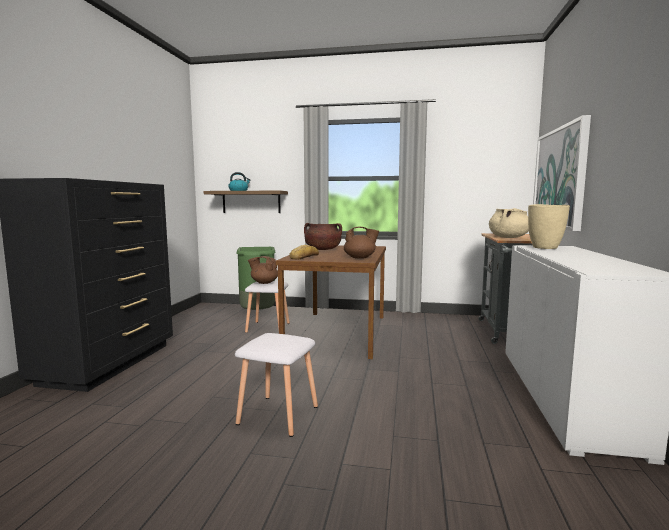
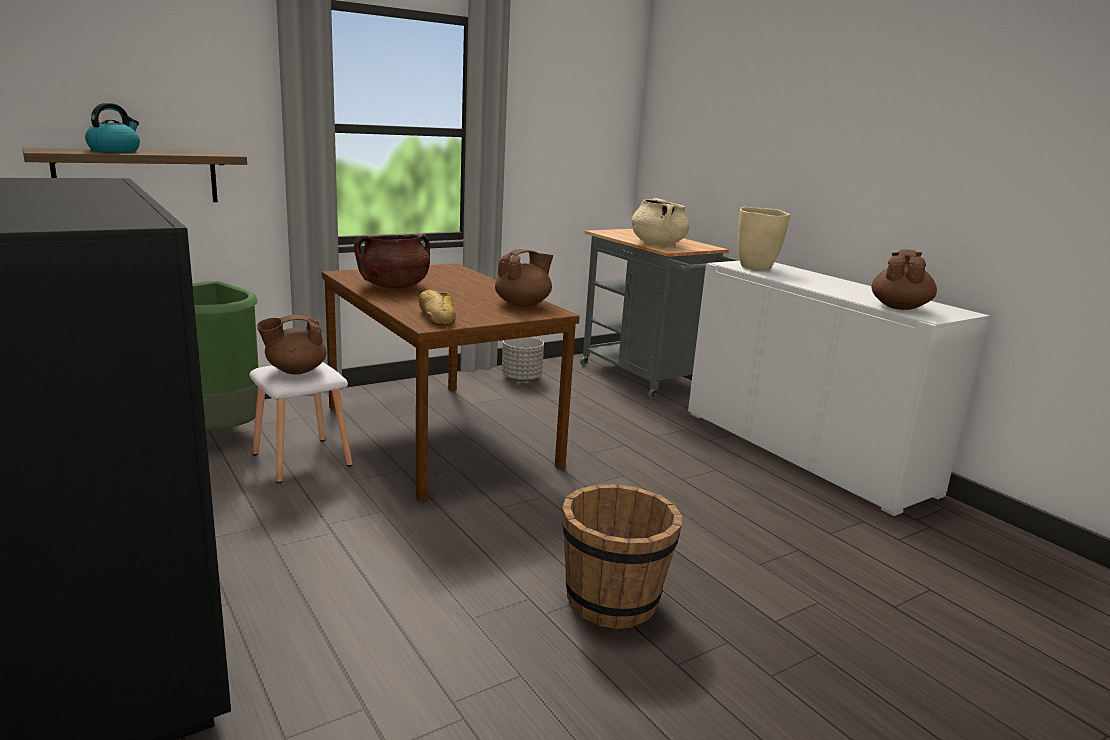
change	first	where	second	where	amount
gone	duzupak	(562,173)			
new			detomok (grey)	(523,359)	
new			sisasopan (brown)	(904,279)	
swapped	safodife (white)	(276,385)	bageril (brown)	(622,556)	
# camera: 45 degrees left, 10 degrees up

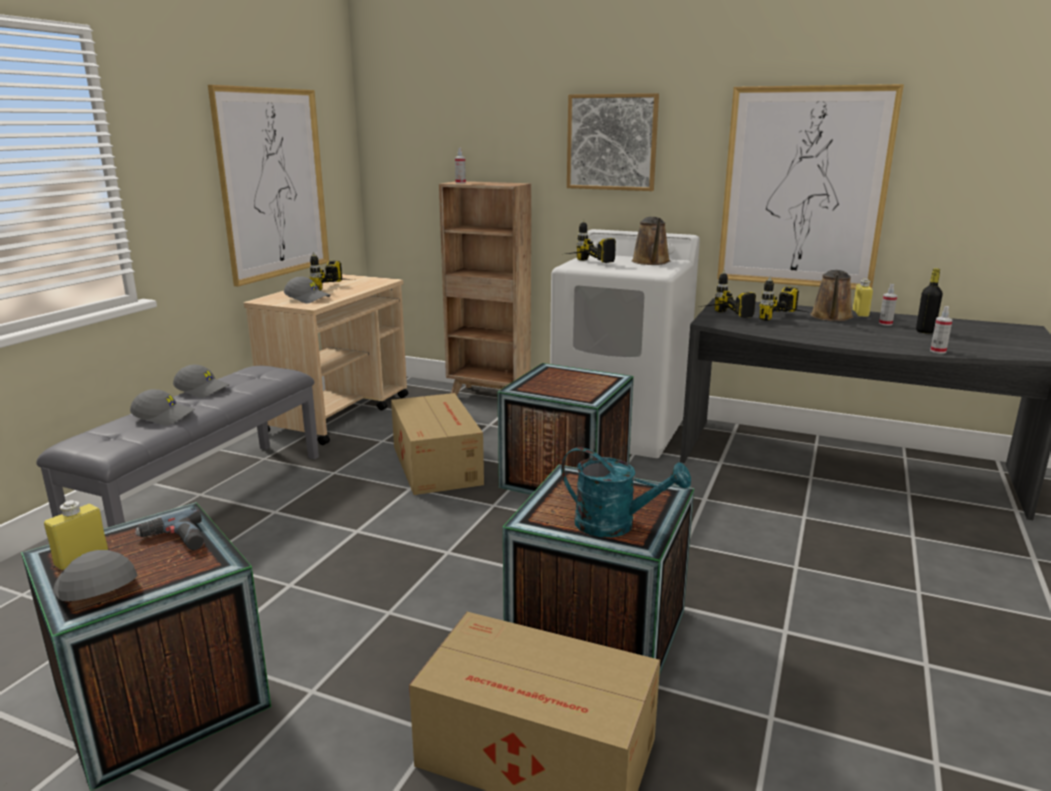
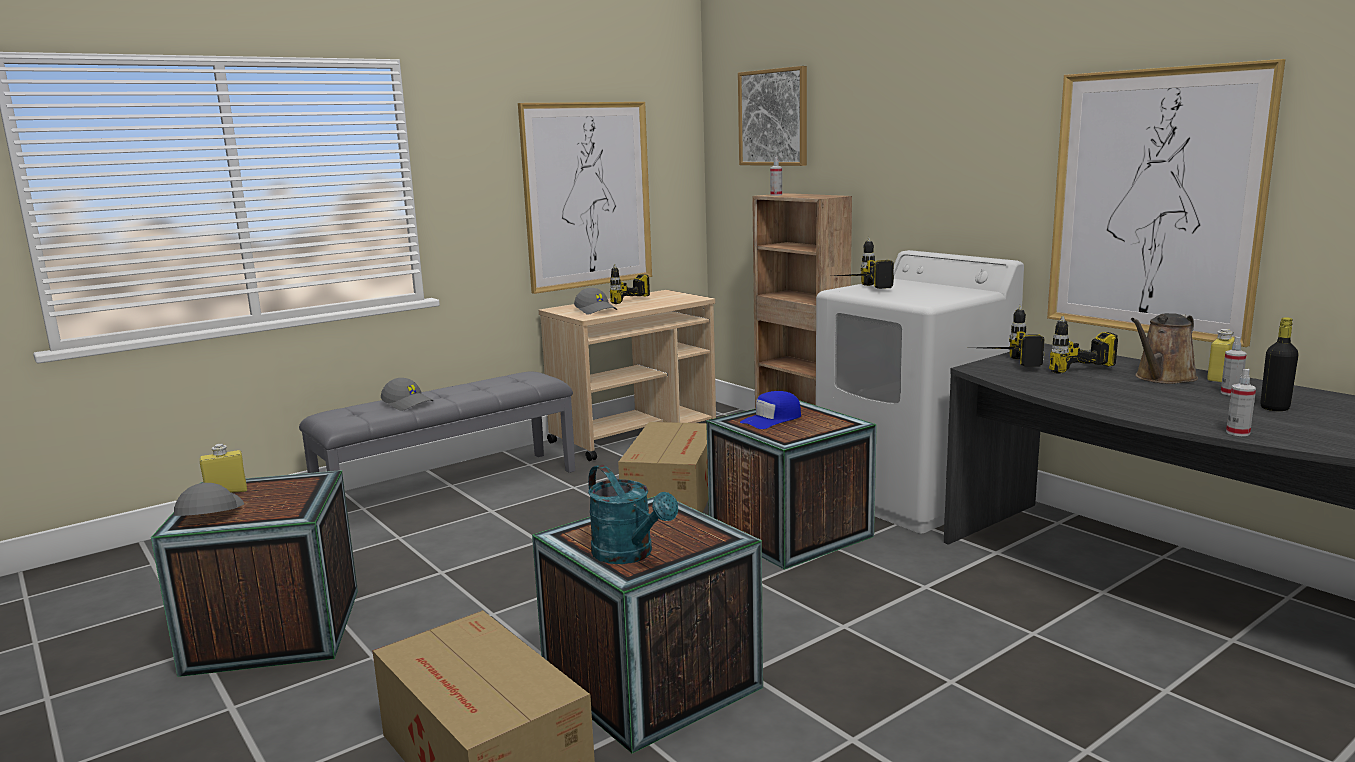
change	first	where	second	where	amount
gone	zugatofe	(169,528)			
gone	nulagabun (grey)	(201,381)			
gone	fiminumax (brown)	(651,241)			
new			nulagabun (blue)	(770,410)	
shifted	duzupak	(613,142)		(772,116)	
# camera: 30 degrees right, 5 degrees down

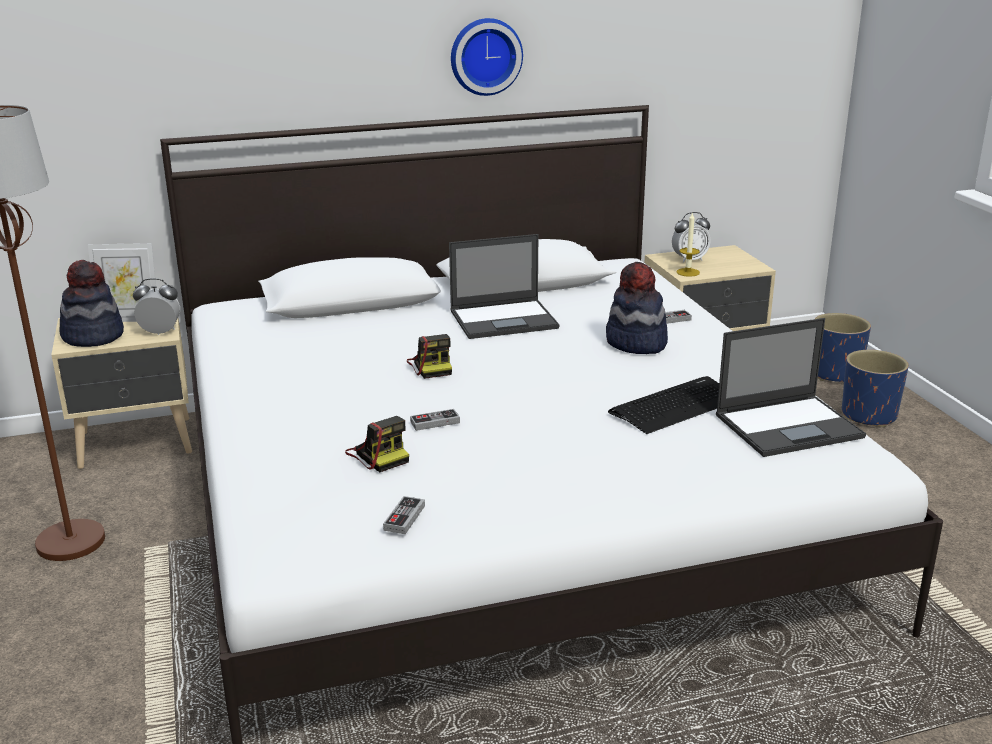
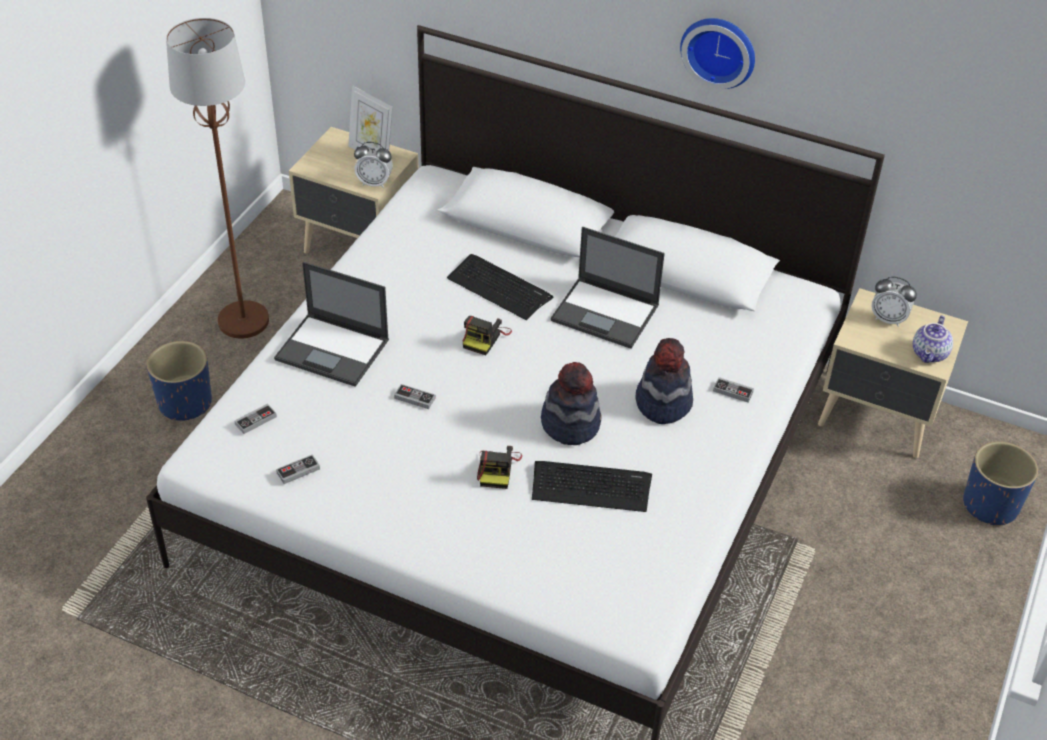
change	first	where	second	where	amount
gone	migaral	(688,244)			
new			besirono	(256,419)	
new			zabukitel	(500,287)	
new			sisasopan	(933,339)	
shifted	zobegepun	(91,303)		(571,403)	
shifted	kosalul	(377,444)		(499,467)	
shifted	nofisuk	(791,387)		(331,324)	
shifted	detomok (blue)	(875,388)		(179,381)	
rotated	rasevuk	(156,306)		(373,165)	150 degrees clockwise
# camera: 40 degrees right, 20 degrees up

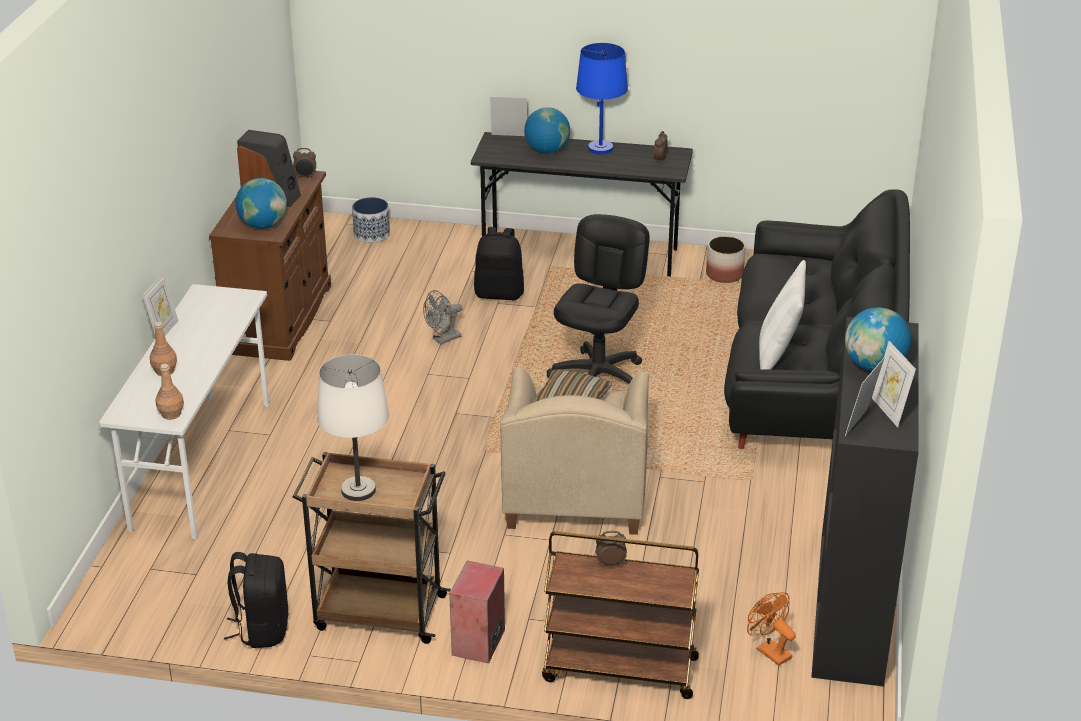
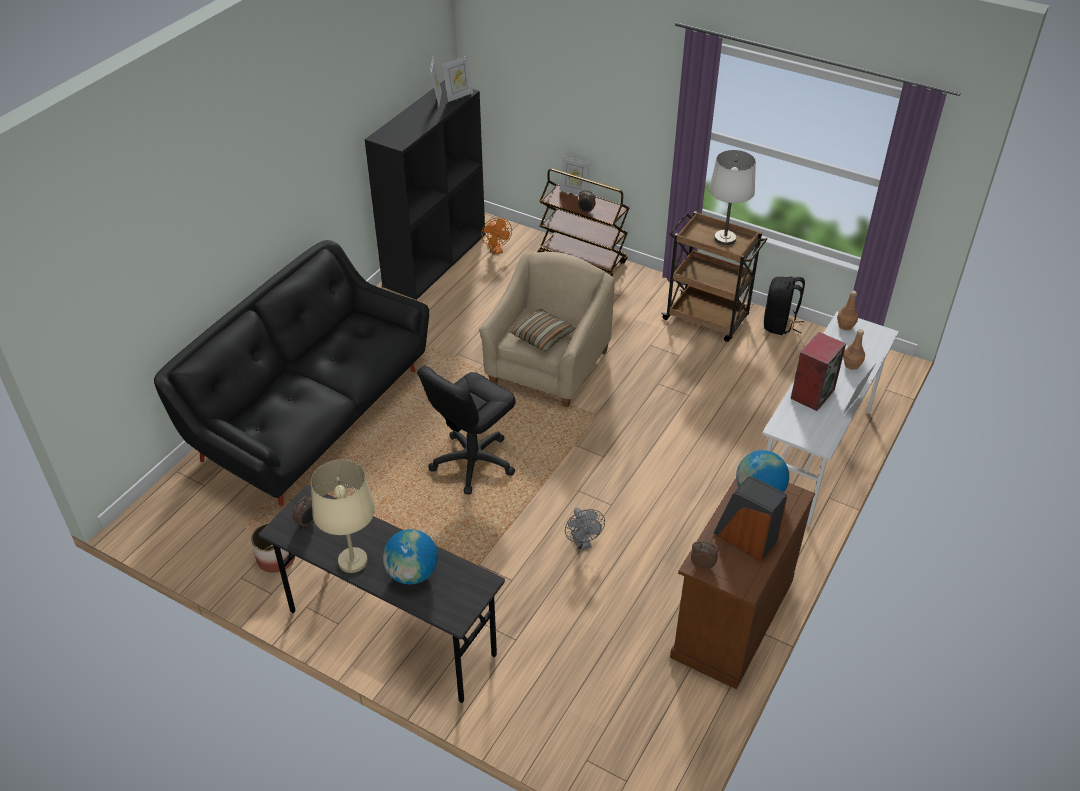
change	first	where	second	where	amount
gone	detomok	(371,220)			
gone	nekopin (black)	(499,263)			
gone	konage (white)	(782,315)			
gone	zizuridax	(878,339)			
shifted	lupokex	(477,612)		(818,371)	
shifted	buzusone	(508,116)		(574,175)	
repainted	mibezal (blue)	(602,98)	mibezal (beige)	(343,516)	
rotated	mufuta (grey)	(443,317)		(585,529)	90 degrees clockwise
# camera: 160 degrees left, 10 degrees up

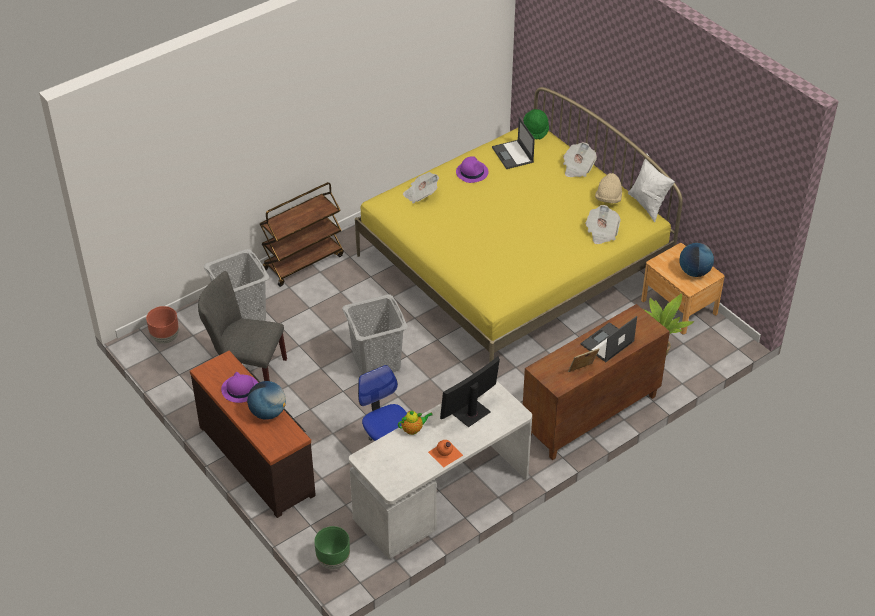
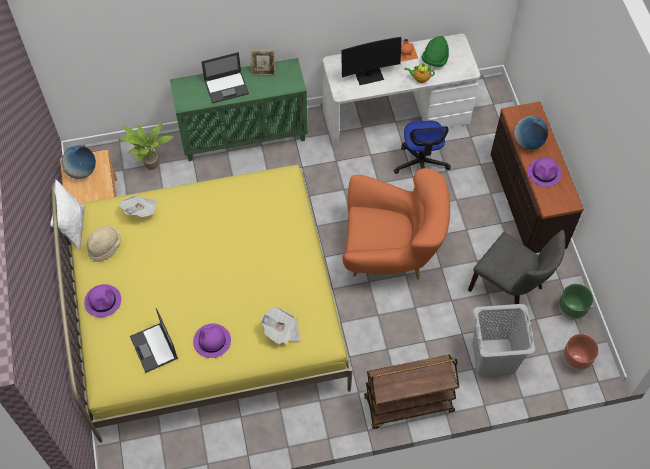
change	first	where	second	where	amount
shifted	detomok (green)	(332,548)		(576,302)	
shifted	zobegepun (green)	(536,124)		(435,51)	
swapped	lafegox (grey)	(375,334)	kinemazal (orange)	(396,223)	
swapped	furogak	(580,159)	zobegepun (purple)	(102,300)	
repainted	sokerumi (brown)	(596,382)	sokerumi (green)	(239,109)	
rotated	nofisuk	(513,143)		(154,340)	150 degrees clockwise
# camera: 155 degrees left, 15 degrees up

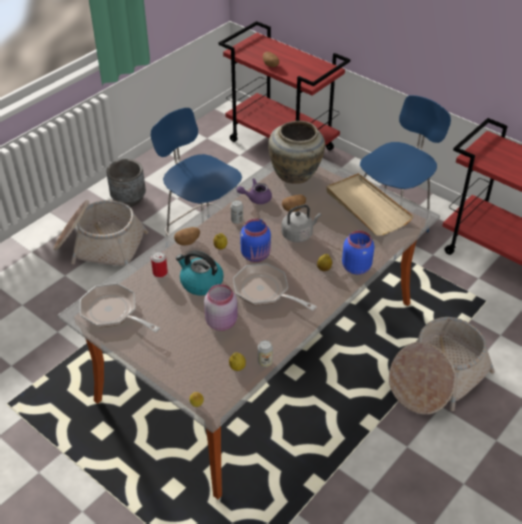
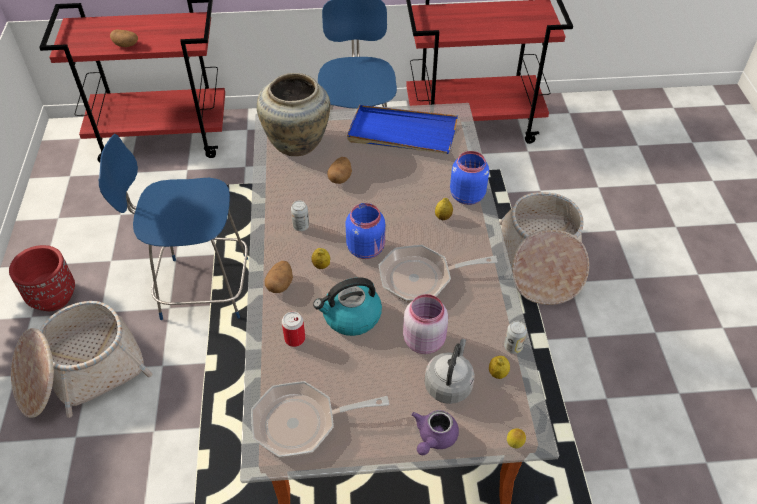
change	first	where	second	where	amount
shifted	sisasopan (purple)	(254,191)		(435,432)	
shifted	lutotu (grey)	(301,223)		(449,371)	
repainted	detomok (grey)	(126,183)	detomok (red)	(42,278)	
repainted	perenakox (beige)	(369,204)	perenakox (blue)	(402,129)	
# camera: 45 degrees left, 5 degrees up

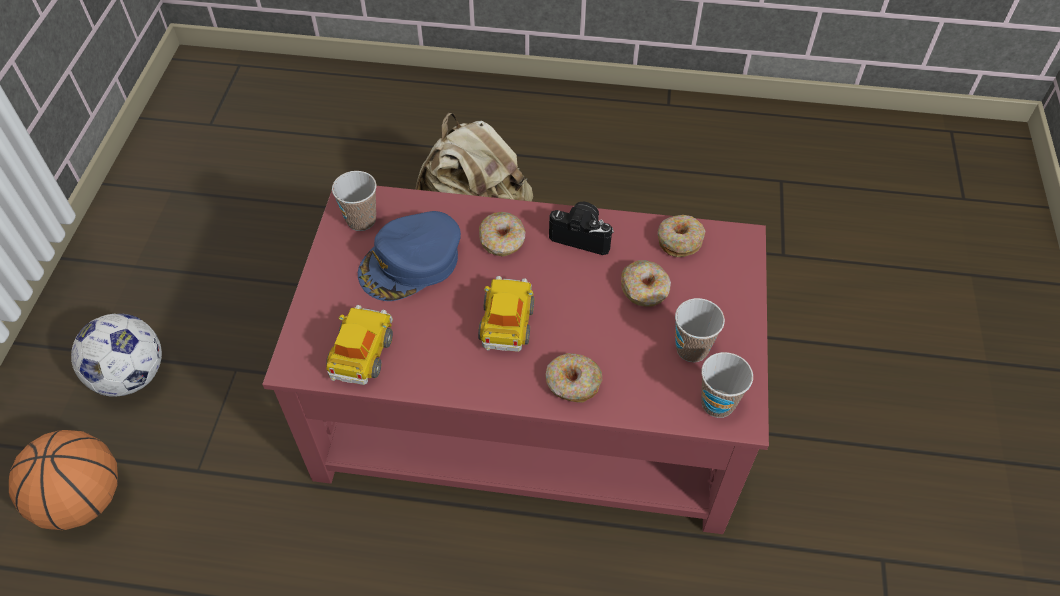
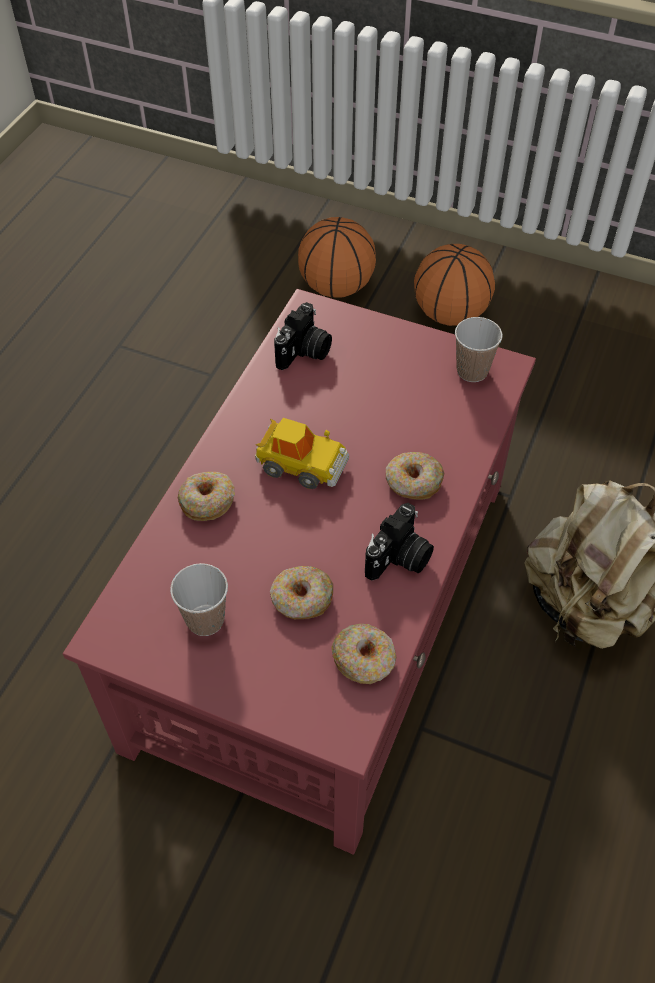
change	first	where	second	where	amount
gone	nulagabun (blue)	(409,256)			
gone	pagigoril	(727,385)			
swapped	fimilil	(116,355)	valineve	(454,285)	
swapped	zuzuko	(359,345)	kosalul	(303,336)	
# camera: 105 degrees right, 0 degrees up

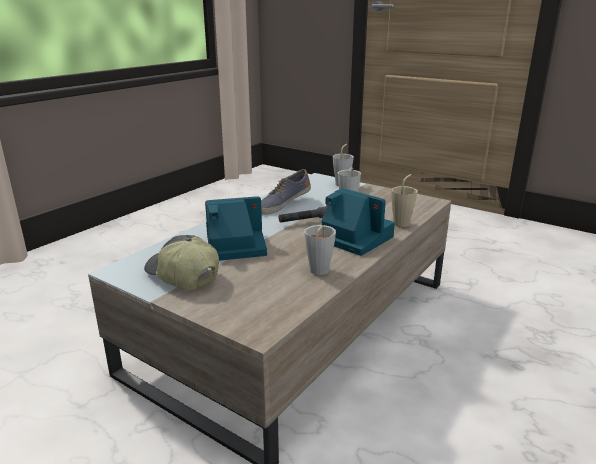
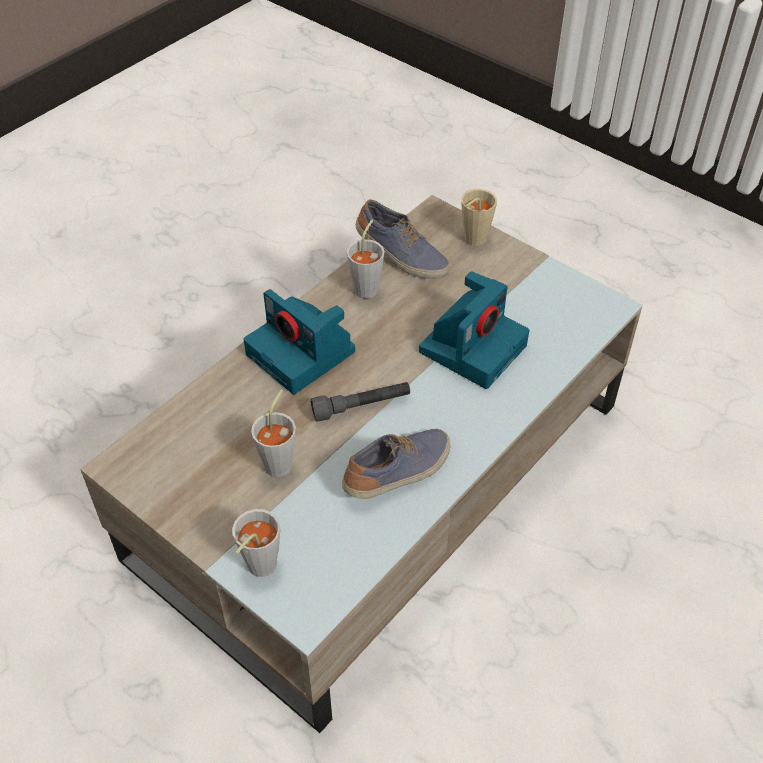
change	first	where	second	where	amount
gone	nulagabun	(181,262)			
new			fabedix	(403,239)	
shifted	pagigoril (beige)	(404,200)		(479,217)	
rotated	kosalul	(236,228)		(474,330)	45 degrees counterclockwise
# camera: 175 degrees left, 25 degrees up

